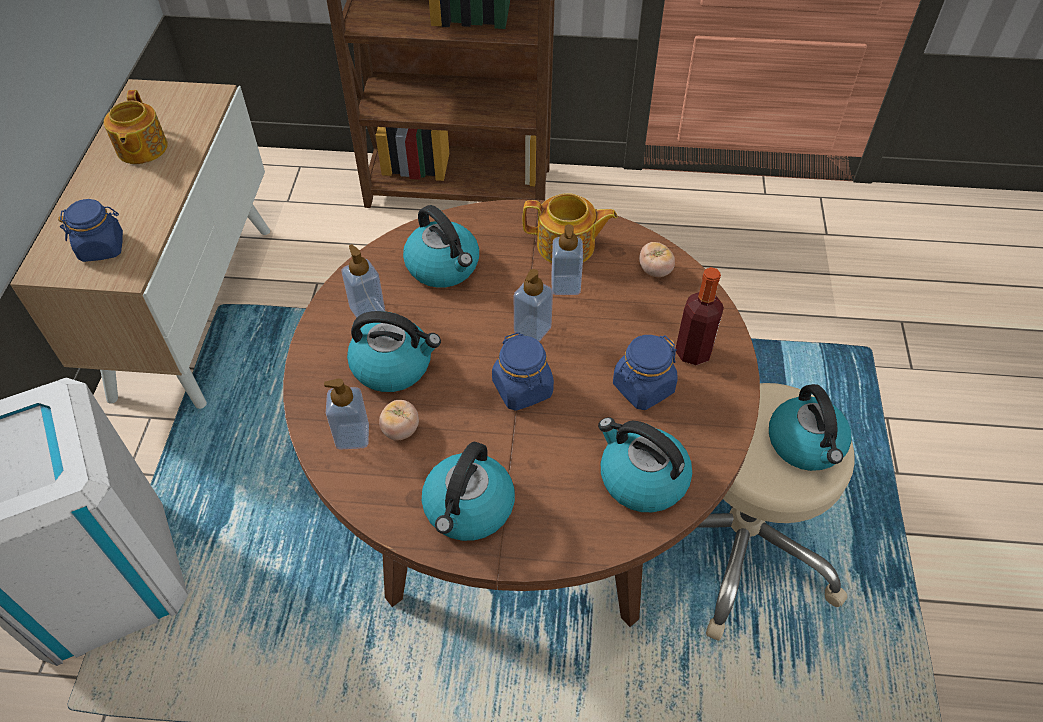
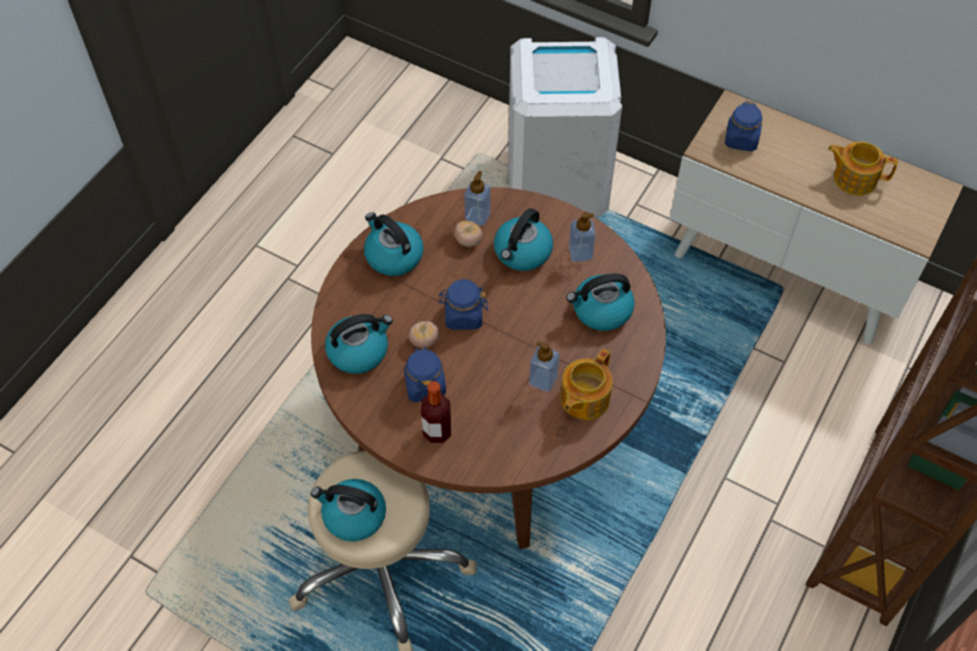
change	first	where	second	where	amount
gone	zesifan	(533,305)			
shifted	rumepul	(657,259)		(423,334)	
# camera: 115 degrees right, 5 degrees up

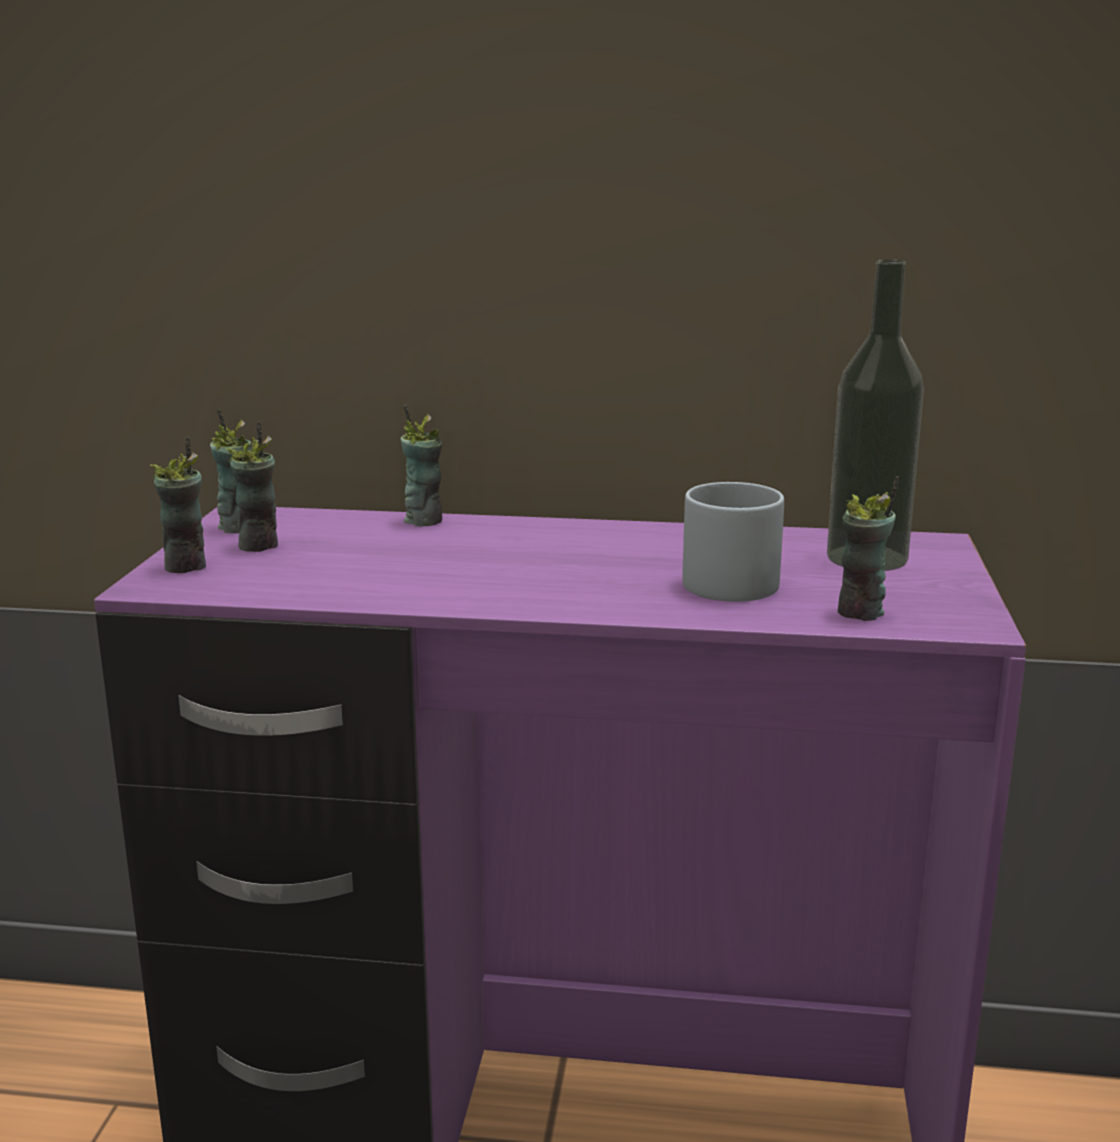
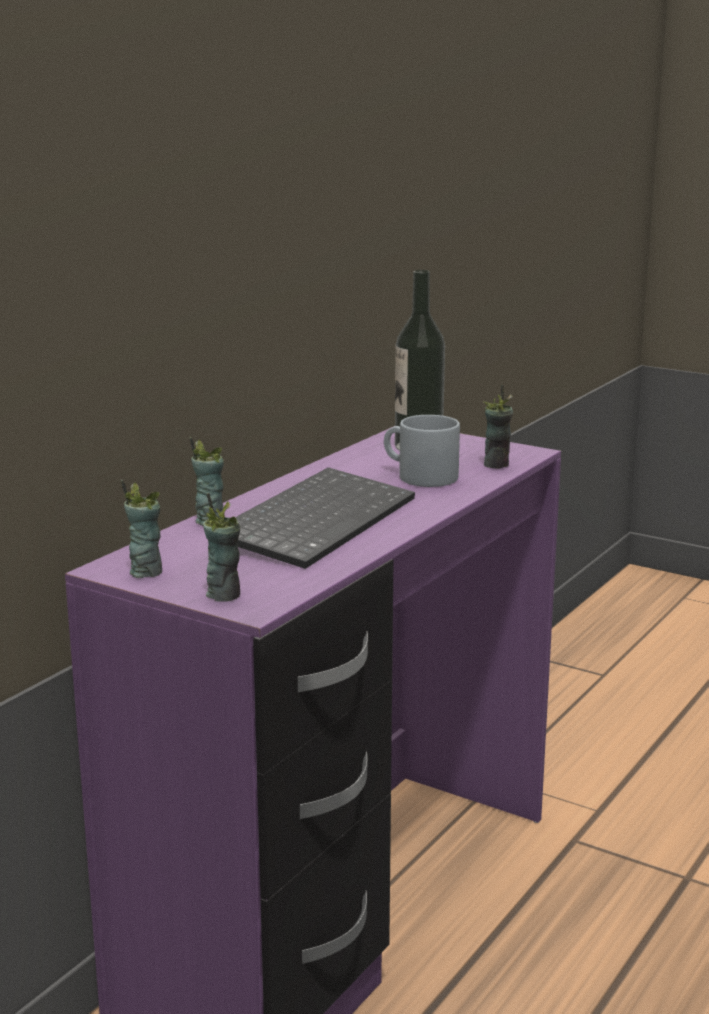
change	first	where	second	where	amount
gone	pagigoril	(251,487)			
new			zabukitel	(325,518)	
# camera: 65 degrees left, 0 degrees up

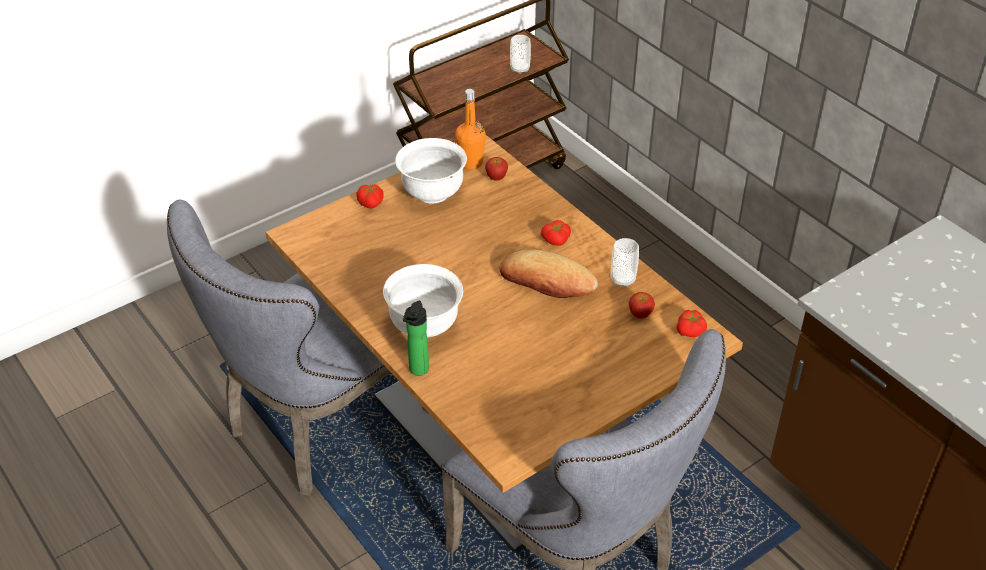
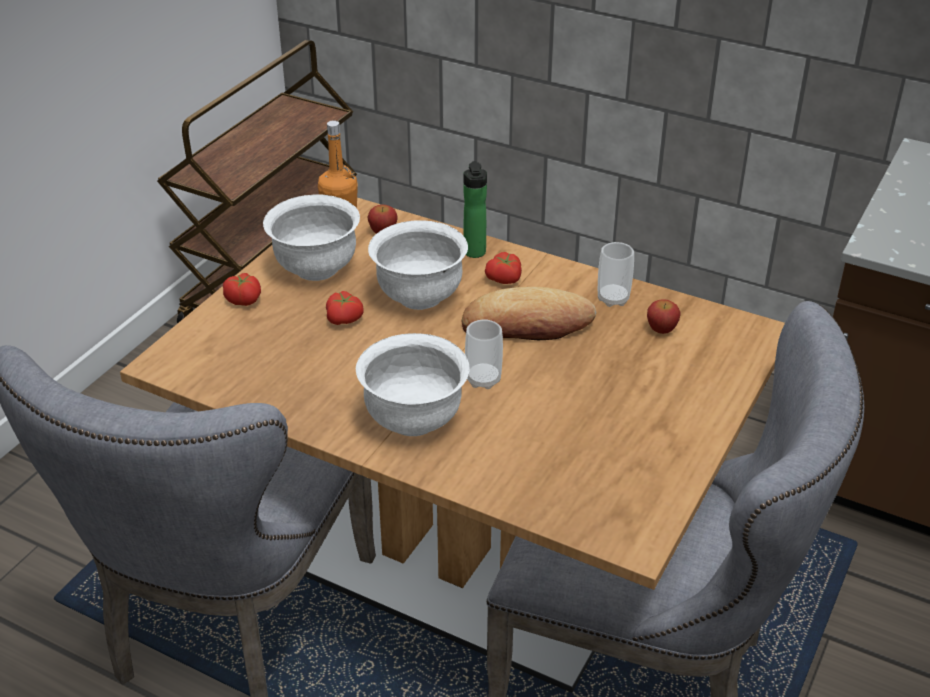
change	first	where	second	where	amount
new			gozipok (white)	(418,265)	
shifted	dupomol	(416,338)		(475,209)	
shifted	pagigoril	(520,54)		(484,354)	
shifted	rumepul	(691,323)		(345,308)	
# camera: 25 degrees left, 5 degrees down

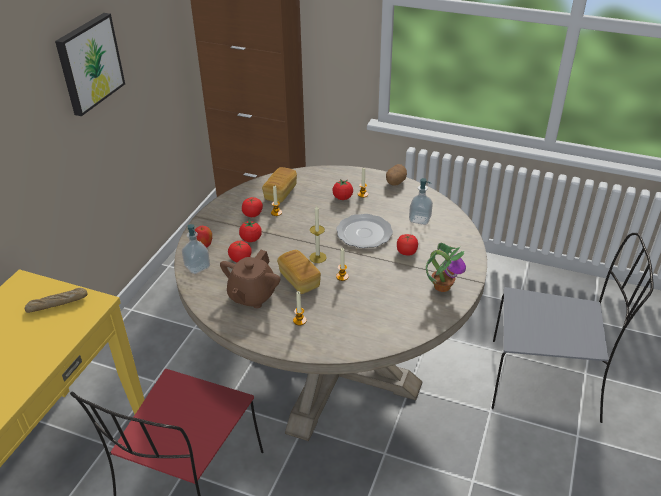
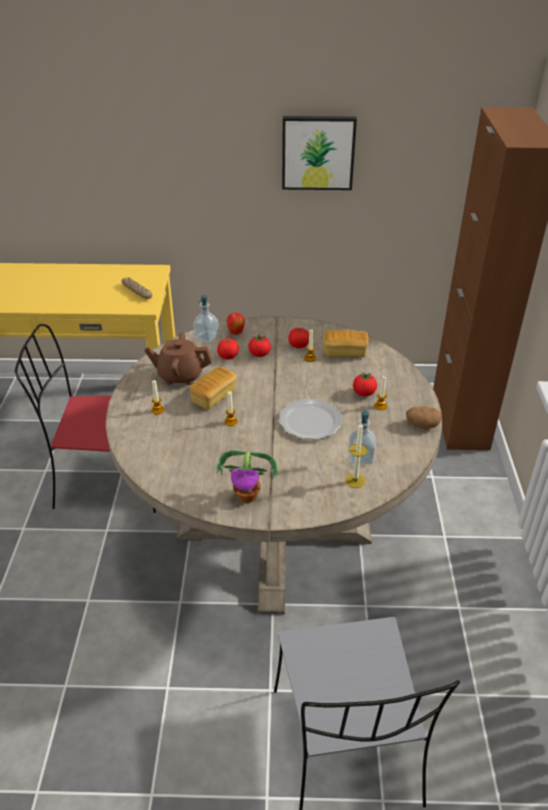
change	first	where	second	where	amount
gone	rumepul	(407,245)			
shifted	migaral	(318,234)		(356,455)	
# camera: 70 degrees right, 0 degrees up

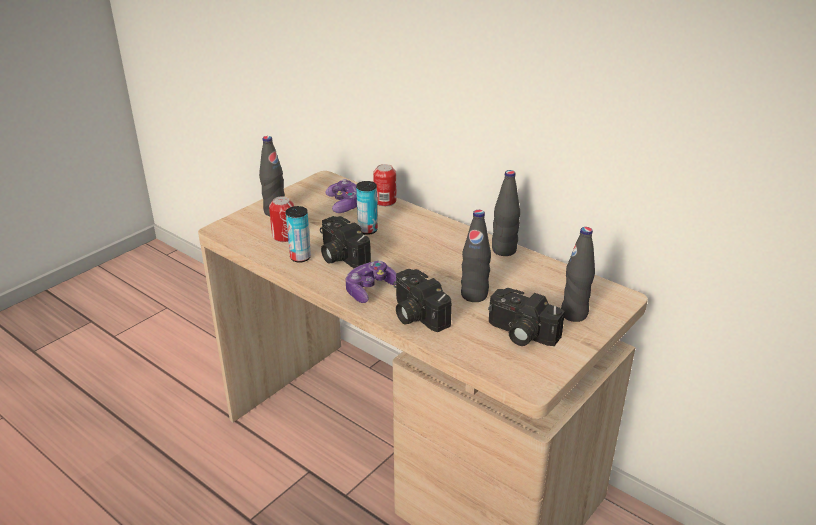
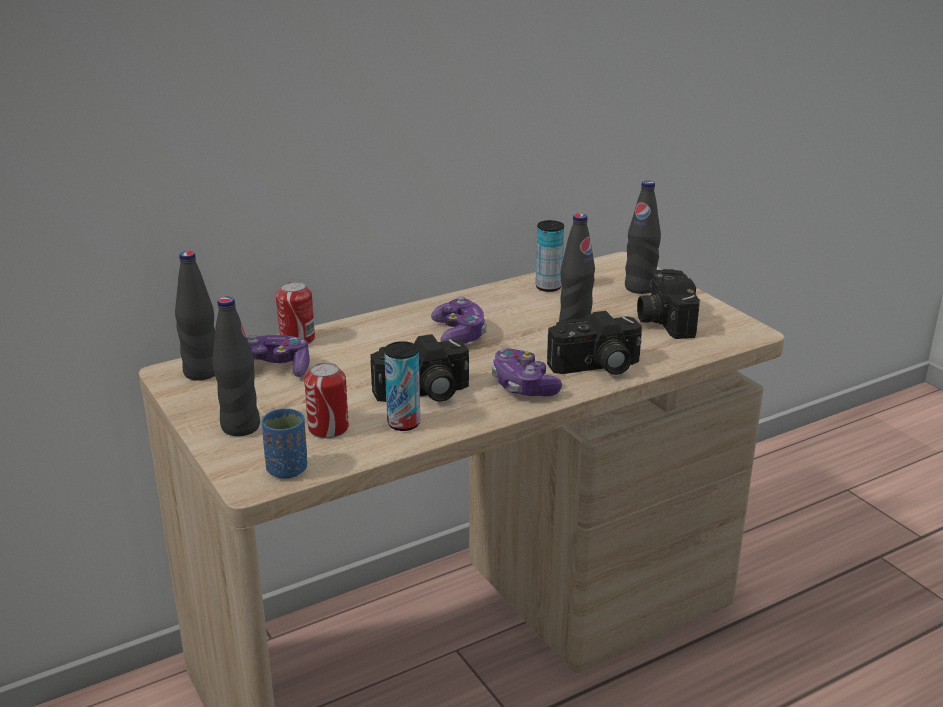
change	first	where	second	where	amount
new			pagigoril (blue)	(284,443)	
new			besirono	(459,320)	
shifted	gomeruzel	(367,208)		(550,256)	
shifted	dupomol (black)	(506,213)		(195,316)	
rotated	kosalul	(526,317)		(668,304)	120 degrees clockwise
# camera: 70 degrees left, 5 degrees down

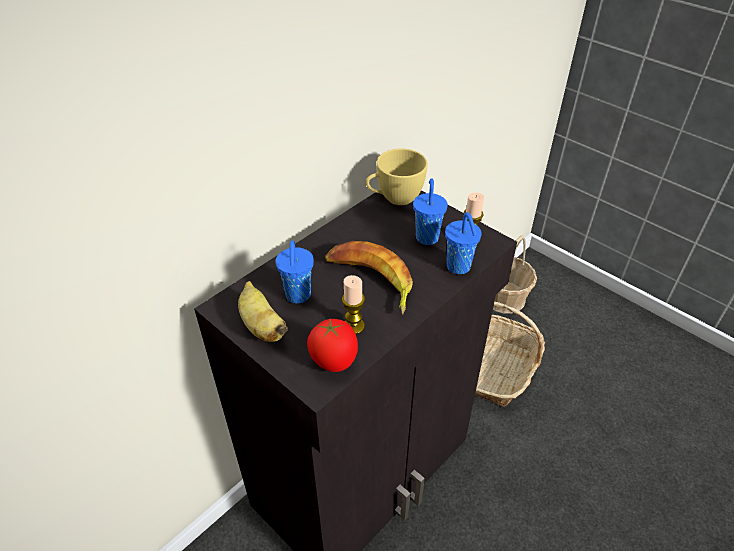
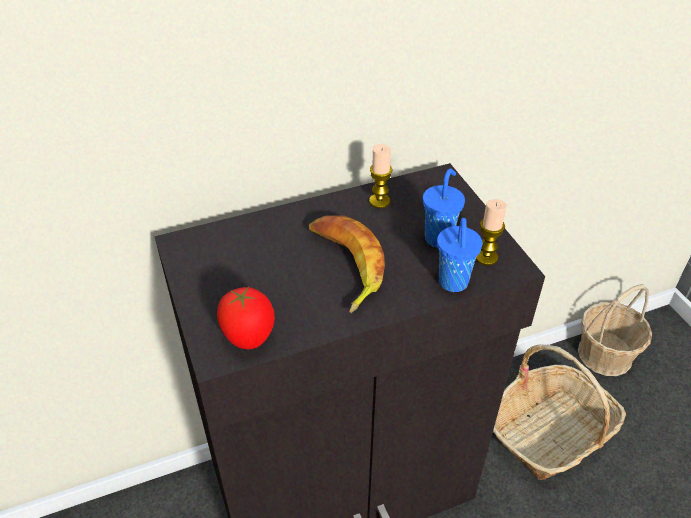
change	first	where	second	where	amount
gone	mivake	(263,311)			
gone	pagigoril (blue)	(294,271)			
gone	pagigoril (yellow)	(397,176)			
shifted	migaral	(353,304)		(380,176)	
# camera: 25 degrees right, 0 degrees up

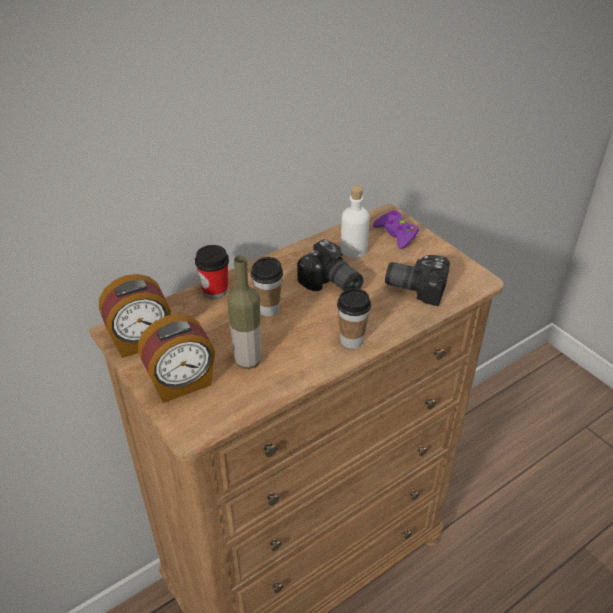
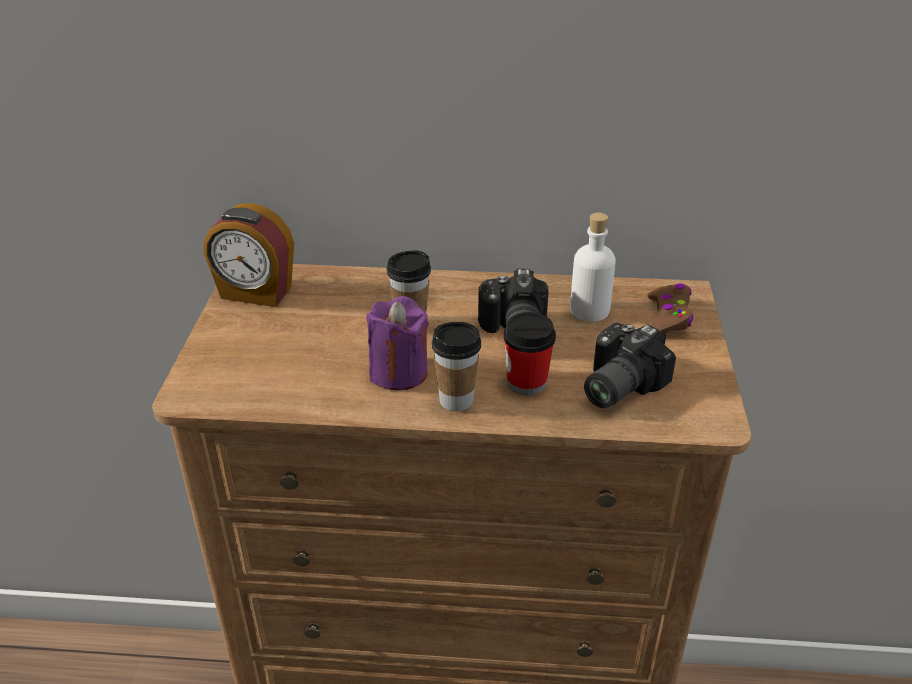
change	first	where	second	where	amount
gone	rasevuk	(176,358)			
gone	dupomol	(244,312)			
new			migaral (purple)	(397,343)	
shifted	pagigoril	(212,272)		(529,353)	
repainted	besirono (purple)	(396,230)	besirono (brown)	(670,308)	
rotated	kosalul	(417,280)		(630,365)	105 degrees counterclockwise
# camera: 40 degrees right, 5 degrees down

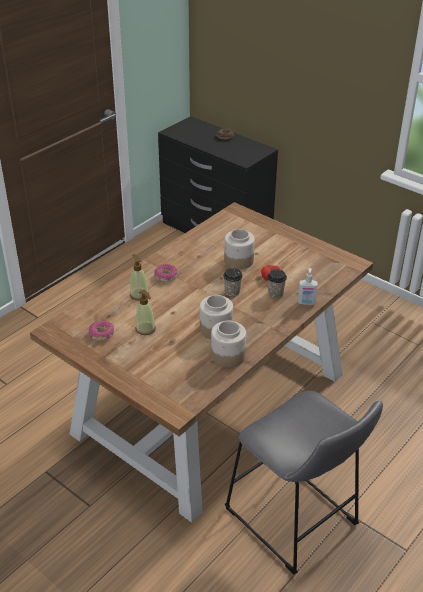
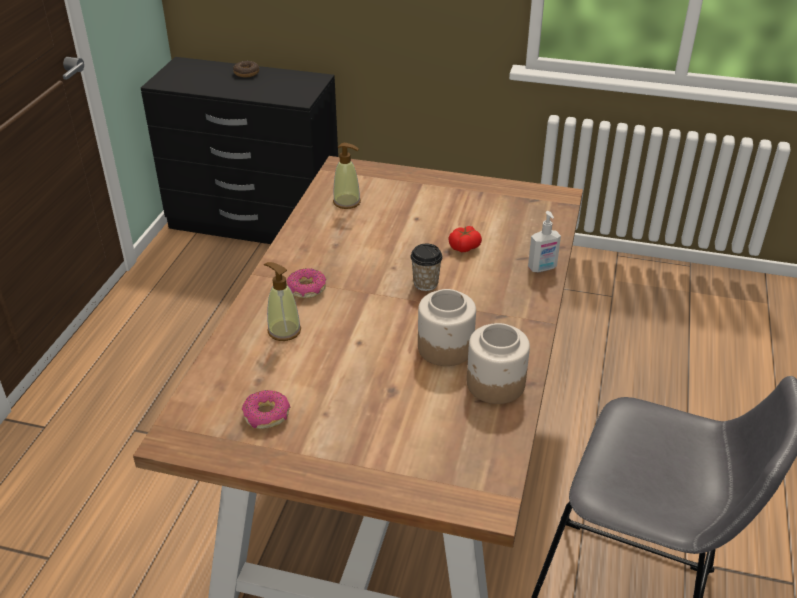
change	first	where	second	where	amount
gone	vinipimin	(239,249)			
gone	pagigoril	(277,283)			
shifted	zesifan	(145,312)		(347,176)	
# camera: 25 degrees left, 0 degrees up

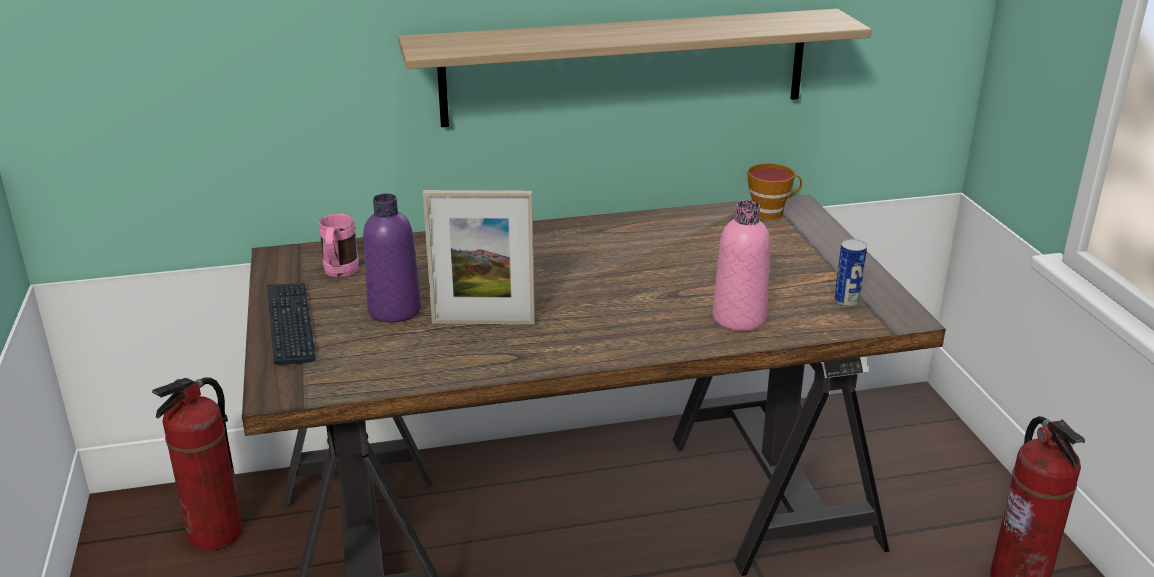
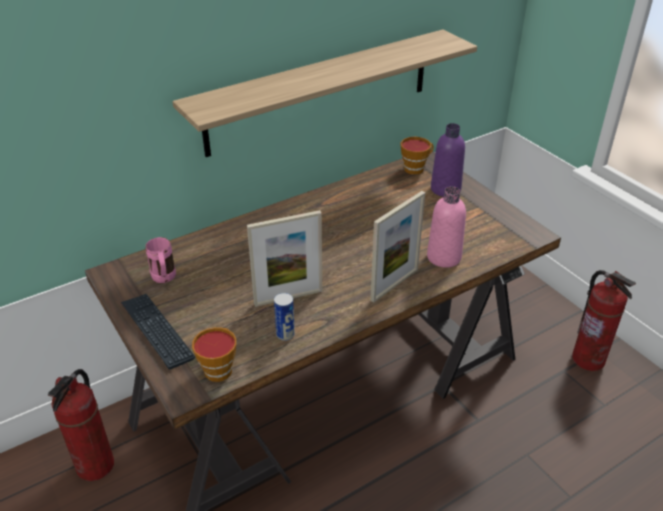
change	first	where	second	where	amount
new			pagigoril	(214,354)	
new			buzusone	(397,246)	
shifted	dupomol (purple)	(392,258)		(448,160)	
shifted	gomeruzel	(850,273)		(284,317)	
# camera: 20 degrees left, 10 degrees up

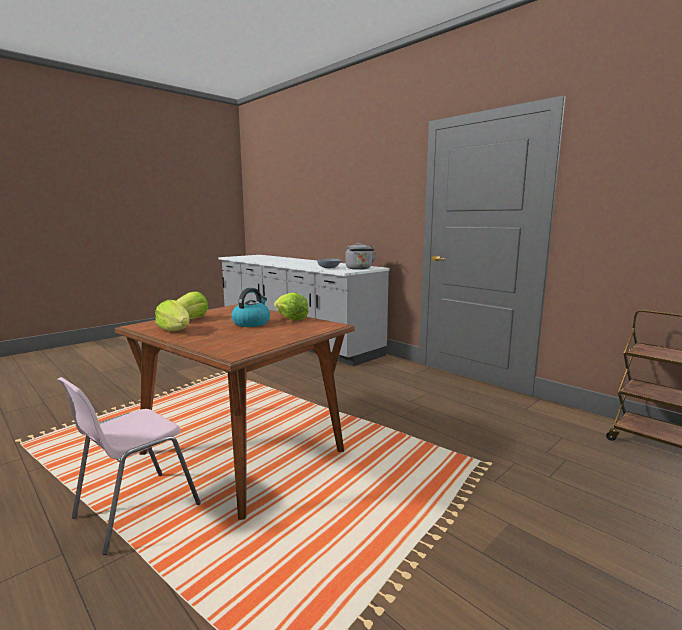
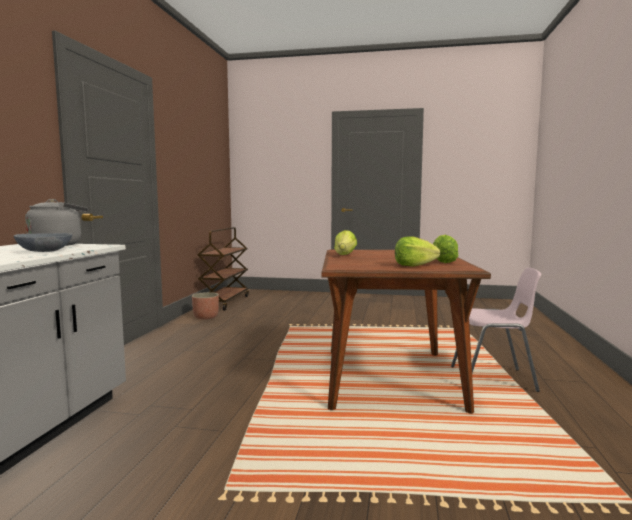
change	first	where	second	where	amount
gone	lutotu	(250,307)			
new			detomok	(205,306)	
# camera: 125 degrees left, 5 degrees down

